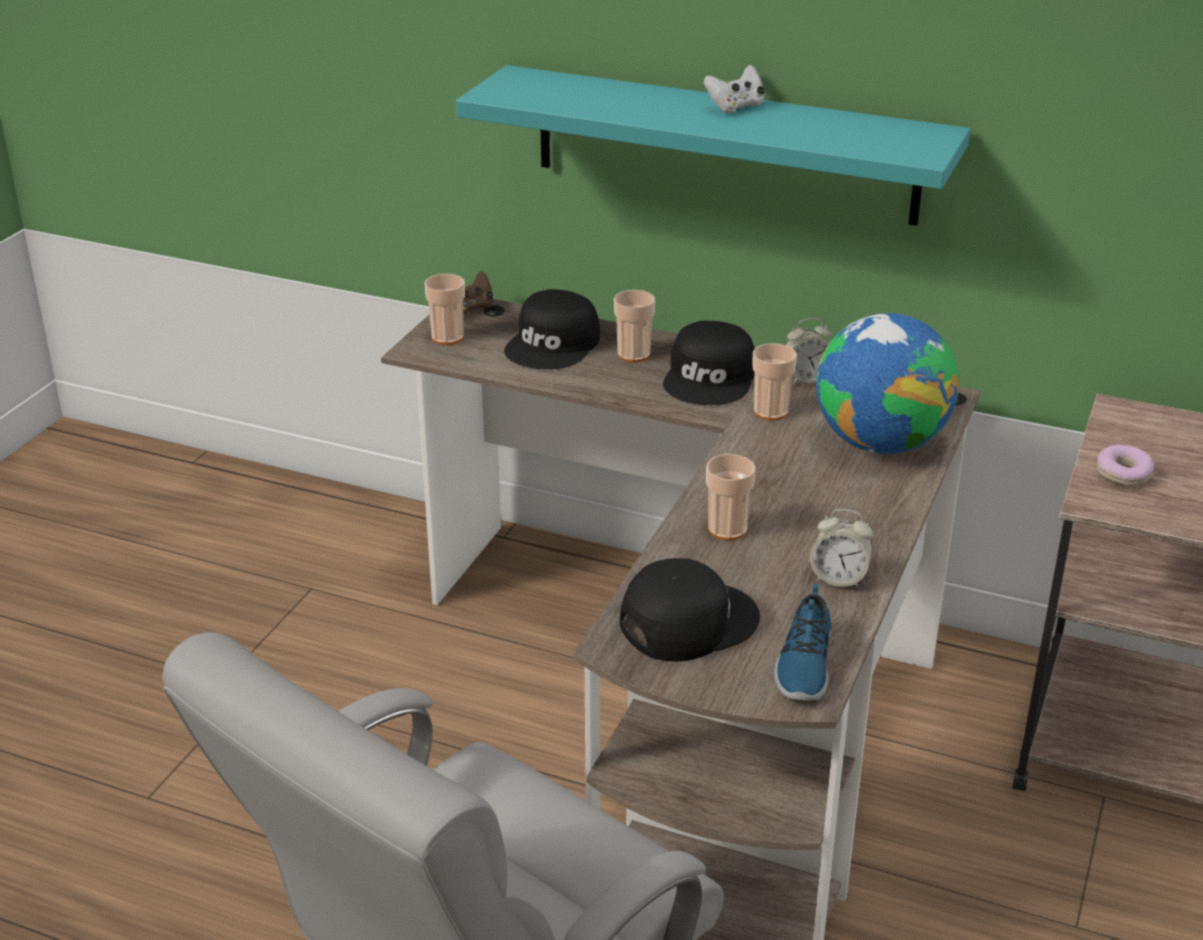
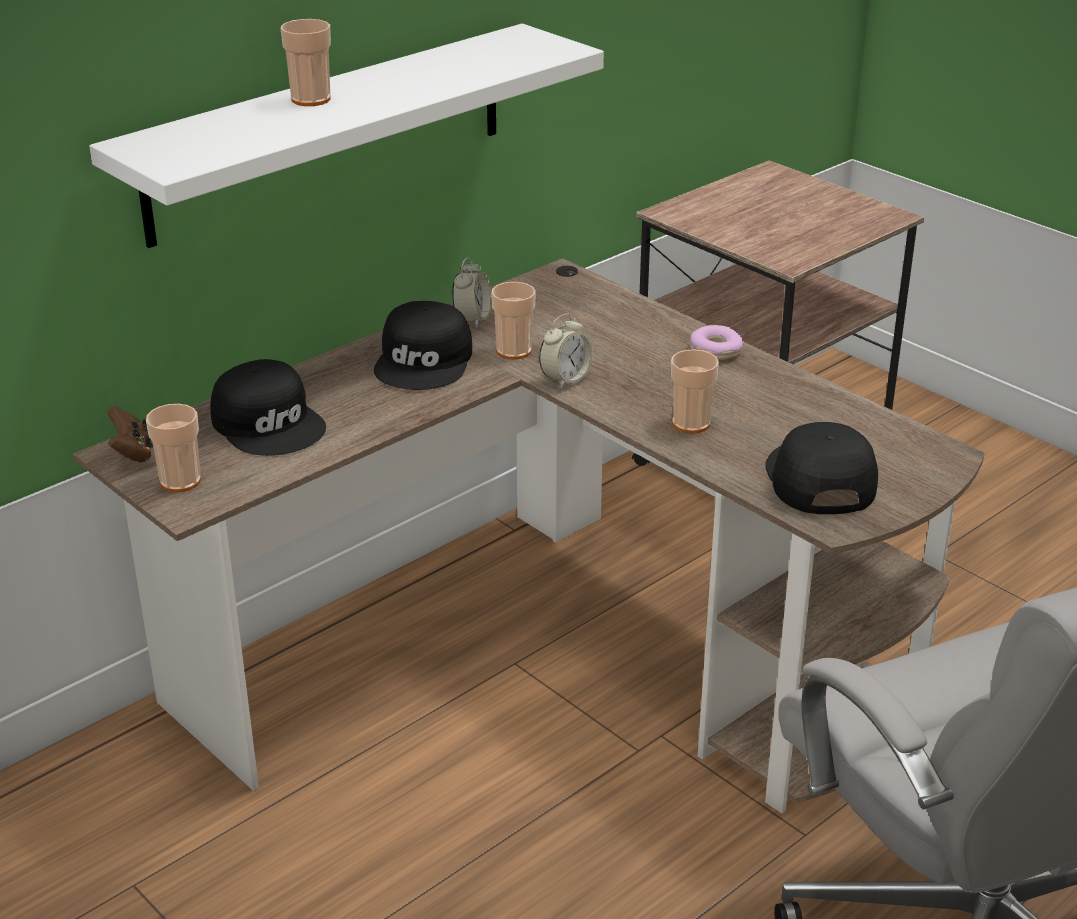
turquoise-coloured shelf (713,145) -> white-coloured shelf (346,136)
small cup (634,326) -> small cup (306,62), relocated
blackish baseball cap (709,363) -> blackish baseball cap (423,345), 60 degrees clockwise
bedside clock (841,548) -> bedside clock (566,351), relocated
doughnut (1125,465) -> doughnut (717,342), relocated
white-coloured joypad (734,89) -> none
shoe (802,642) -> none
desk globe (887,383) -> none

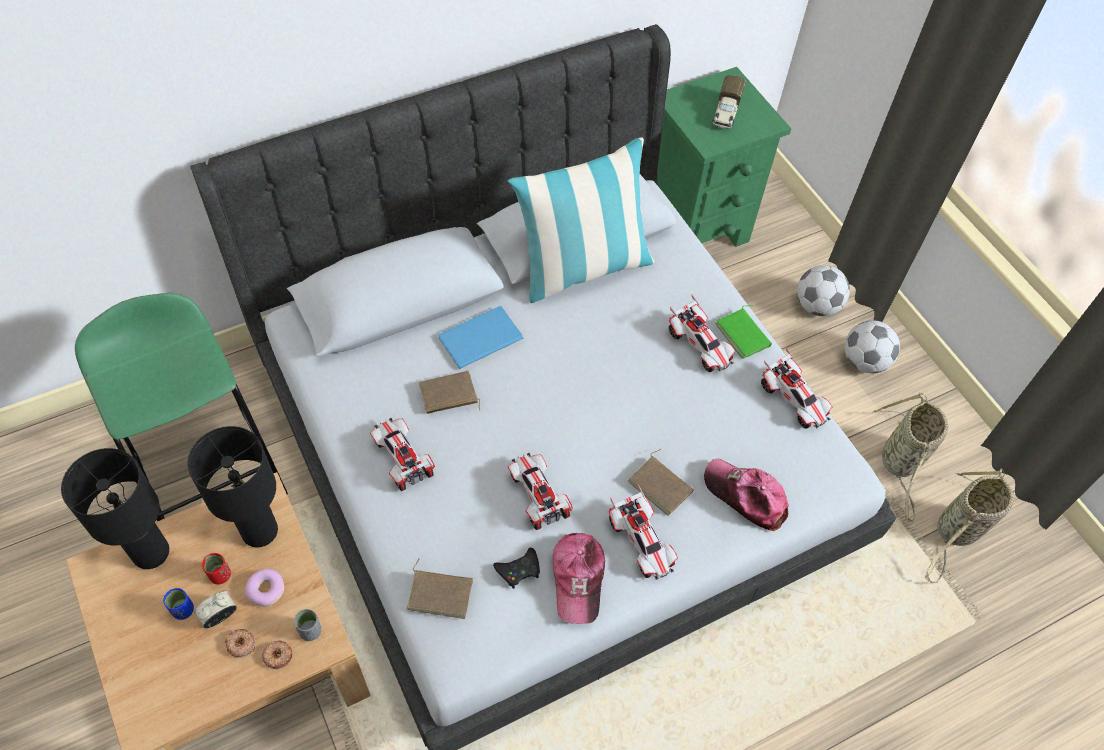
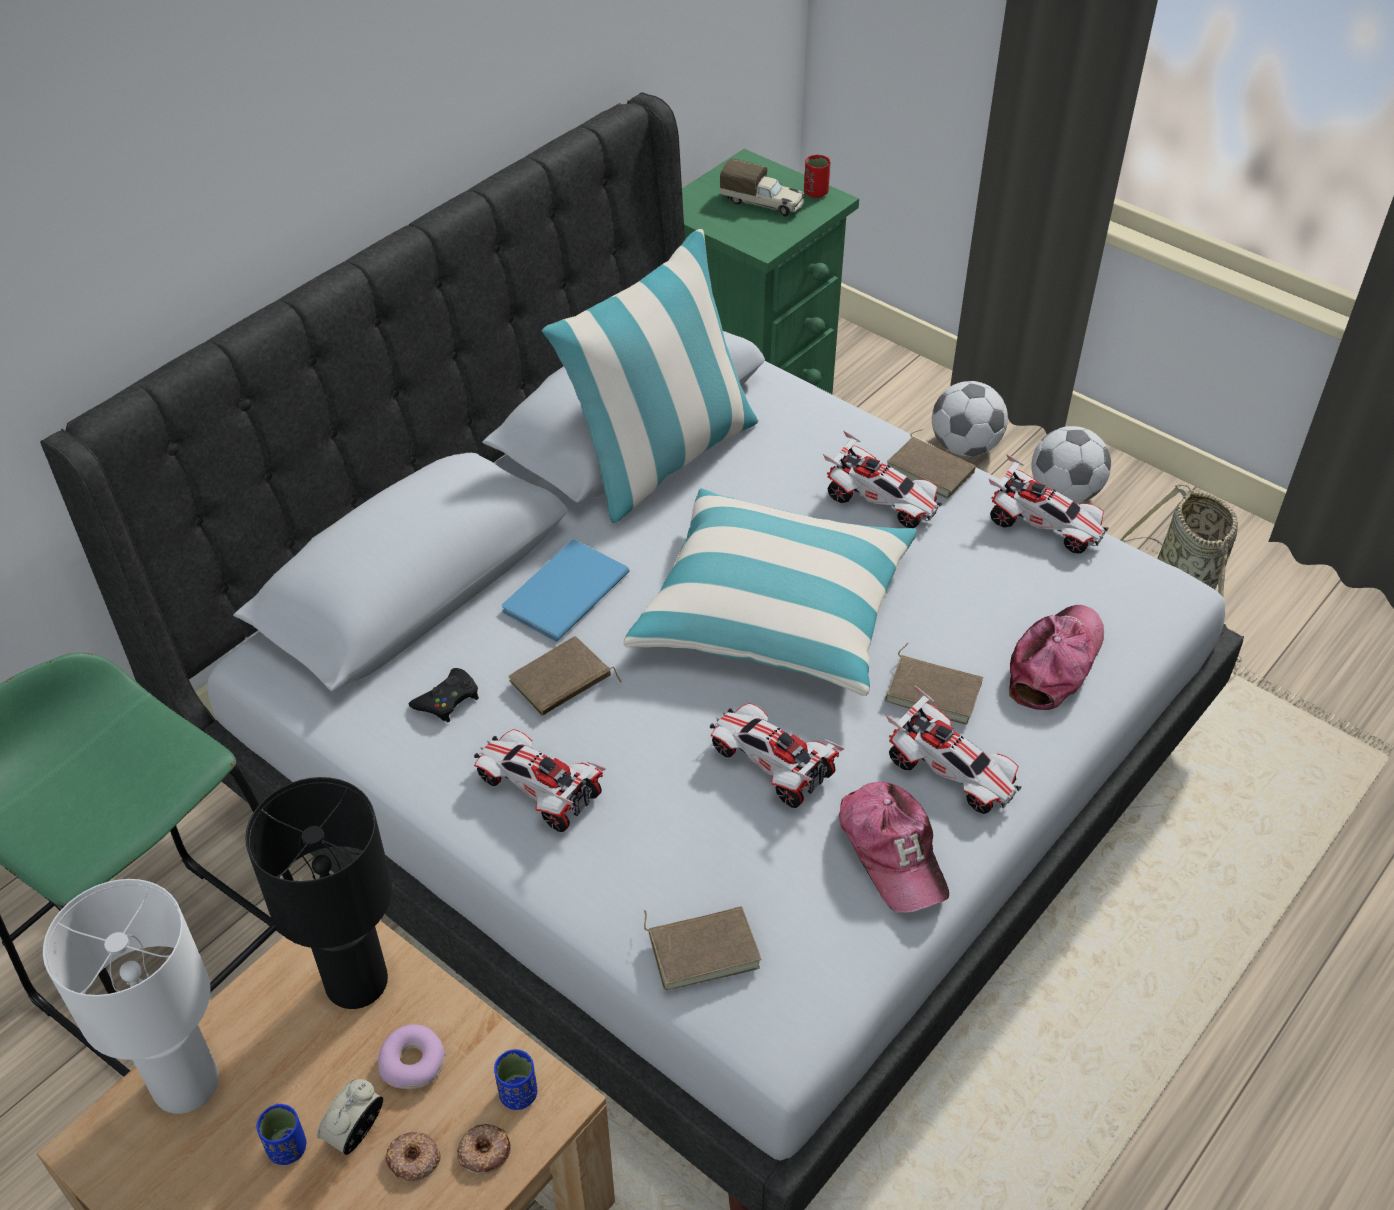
blackish table lamp (115,508) -> white-coloured table lamp (131,996)
blackish joypad (516,568) -> blackish joypad (444,695), relocated
grey small cup (308,625) -> blue-coloured small cup (515,1079)
none -> throw pillow (770,592)
model truck (729,102) -> model truck (762,187), 60 degrees counterclockwise
red small cup (216,568) -> red small cup (817,176), relocated
green-coloured book (743,332) -> brown book (931,464)
baseball cap (746,495) -> baseball cap (1056,657), 105 degrees clockwise
household basket (969,525) -> none

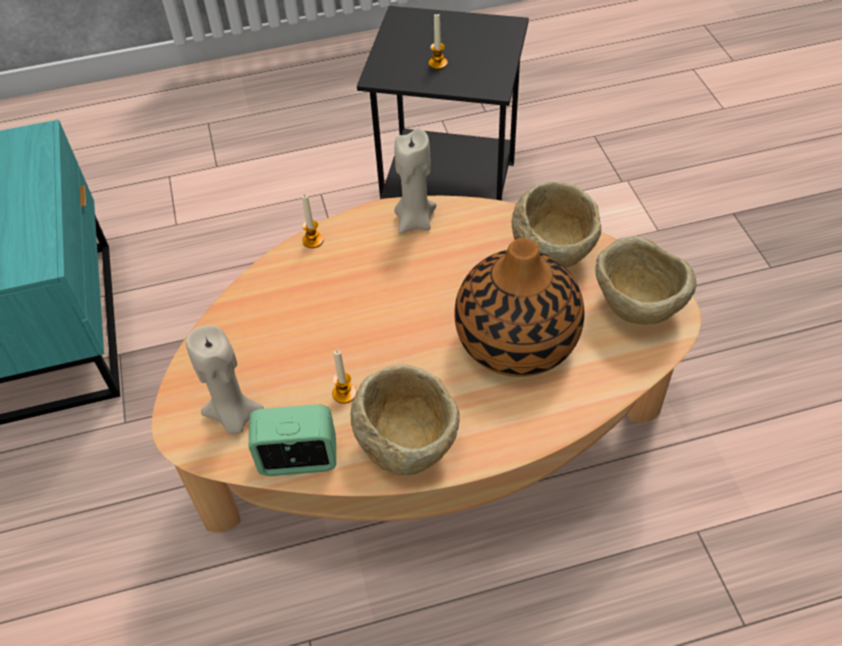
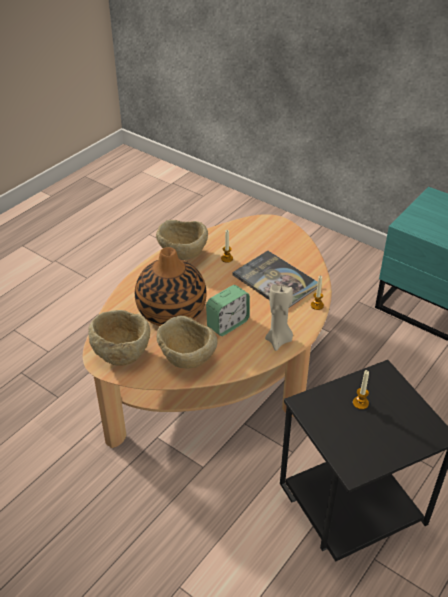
bedside clock (292,440) -> bedside clock (228,310), relocated
none -> book (275,279)
beige-coloured wax light (225,380) -> none

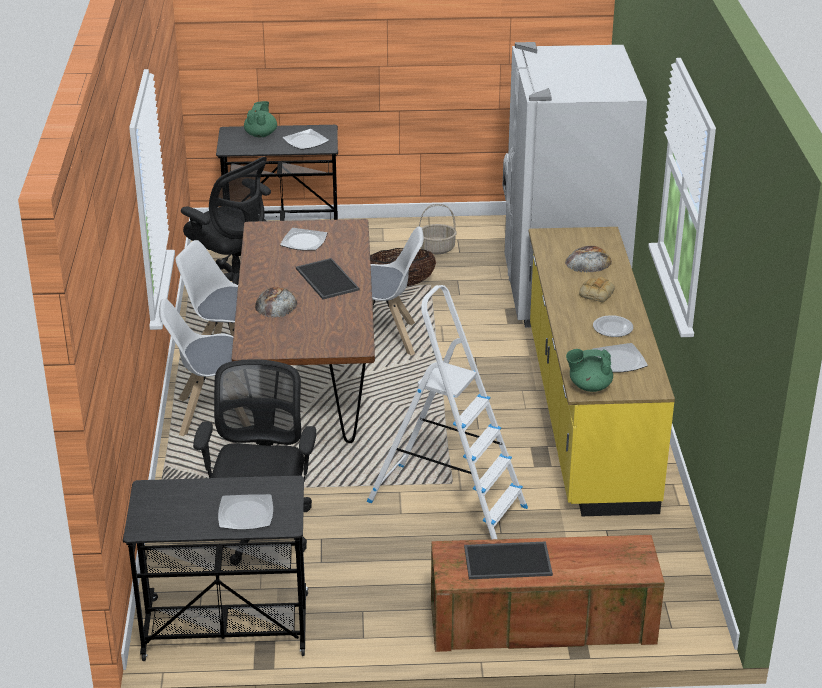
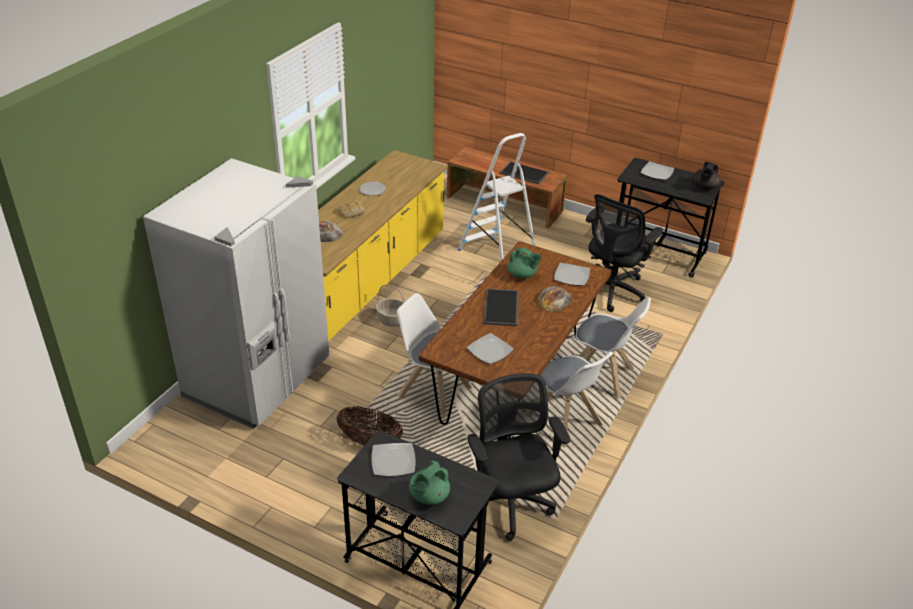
household basket (438,229) -> household basket (390,306), relocated
green-coloured teapot (589,370) -> green-coloured teapot (524,263), relocated
plate (620,358) -> plate (572,274), relocated
none -> blackish teapot (706,176)

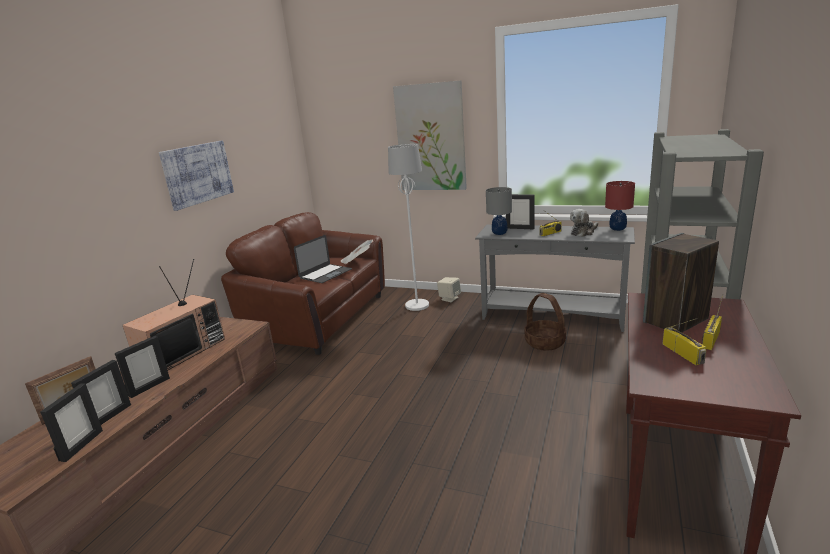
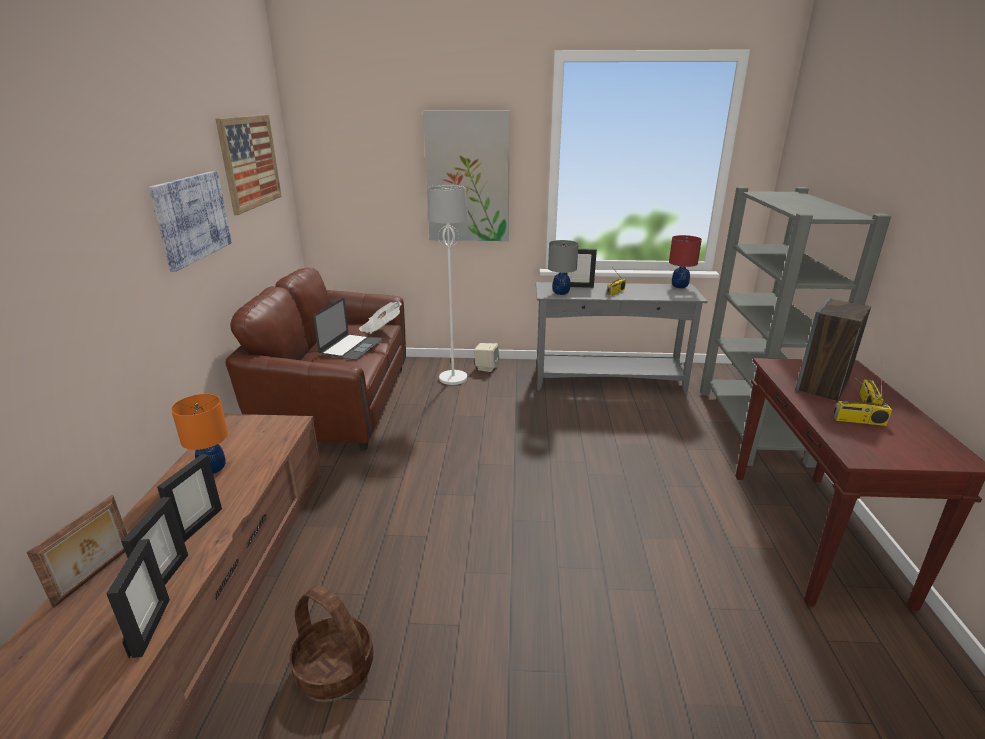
TV (174,314) -> orange table lamp (199,434)
none -> wall picture (248,164)
household basket (545,322) -> household basket (332,642), relocated
radio (684,341) -> radio (862,401), 135 degrees clockwise
soft toy (584,223) -> none

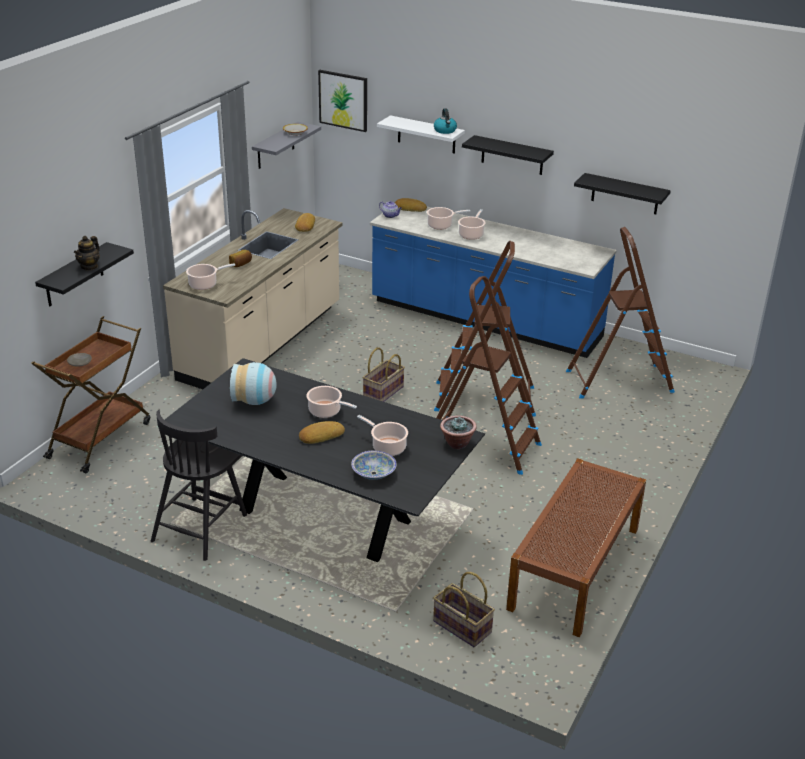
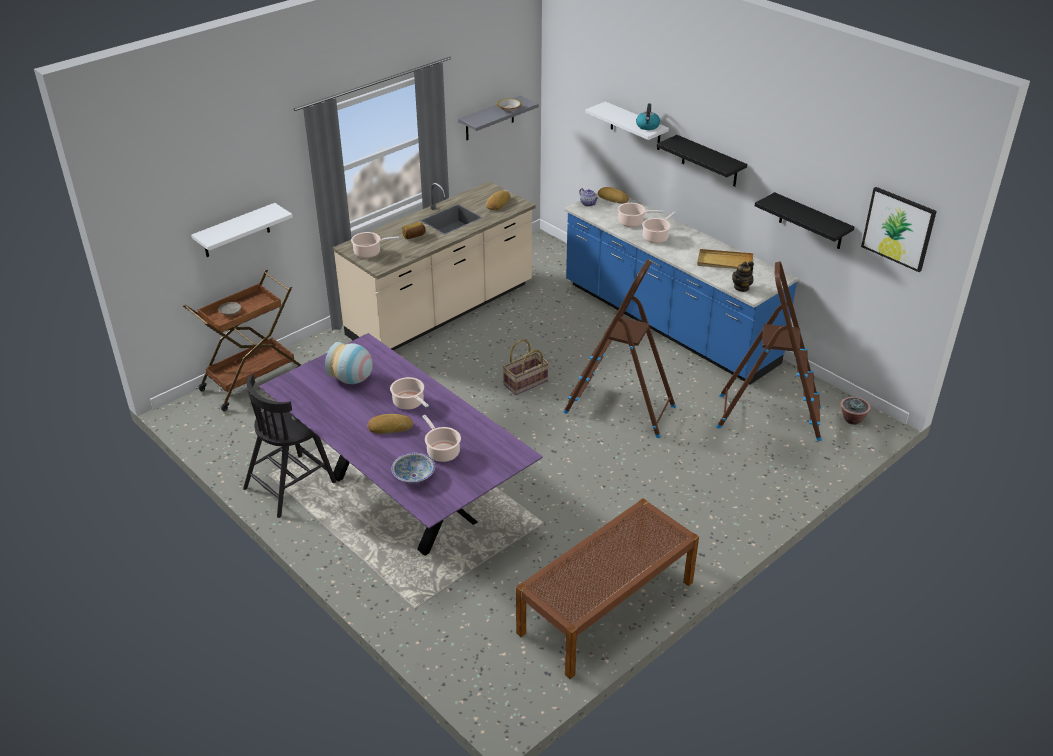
blackish shelf (84,274) -> white-coloured shelf (242,230)
blackish dining table (325,460) -> purple-coloured dining table (401,444)
none -> beige-coloured serving tray (725,259)
teapot (87,253) -> teapot (743,276), relocated
houseplant (458,432) -> houseplant (855,411), relocated
wall picture (342,101) -> wall picture (899,229), relocated
household basket (464,609) -> none
brown stepladder (489,375) -> none

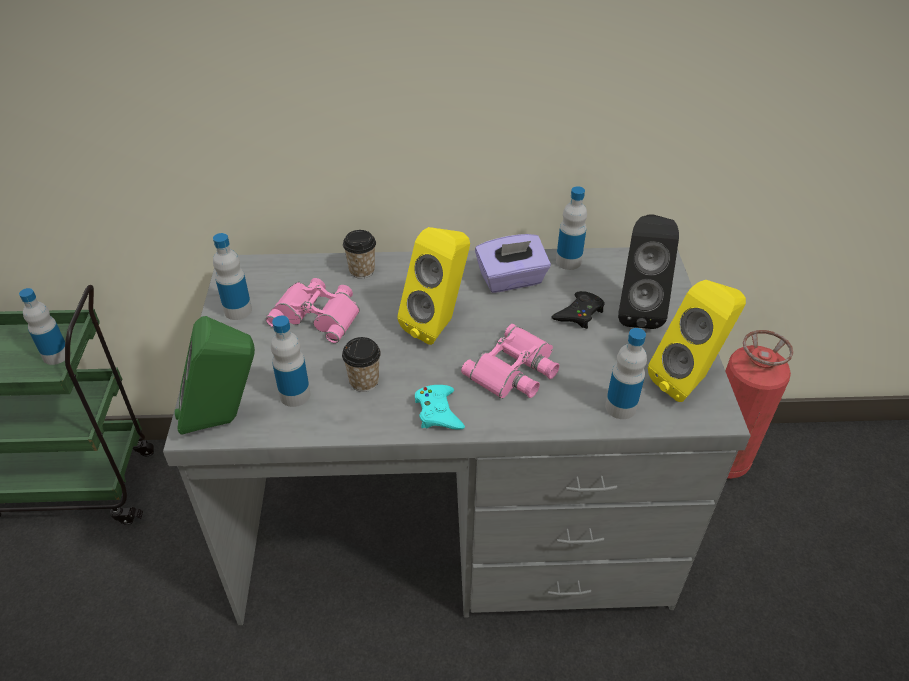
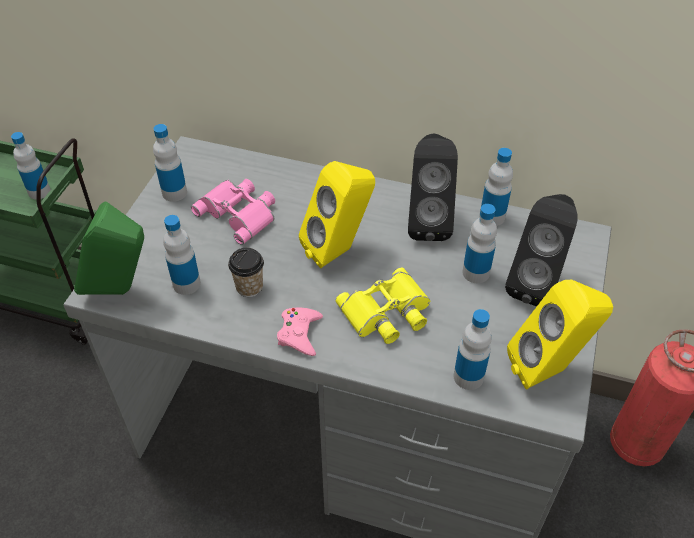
turquoise-coloured joypad (440,407) -> pink joypad (300,332)
pink field glasses (510,361) -> yellowish field glasses (383,305)
purple-coloured tissue box (513,263) -> blackish speaker (433,187)
blackish joypad (578,310) -> bottle (479,243)
small cup (359,254) -> none

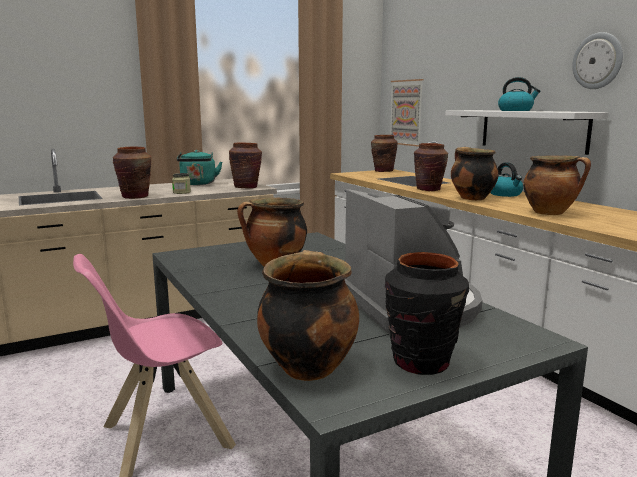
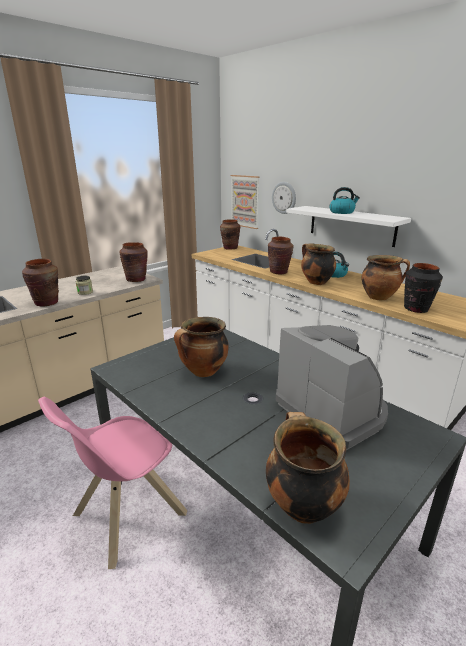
clock on the wall (597,60) -> clock on the wall (284,198), relocated
blackish decorative vase (427,313) -> blackish decorative vase (423,288), relocated
turquoise-coloured kettle (199,167) -> none

